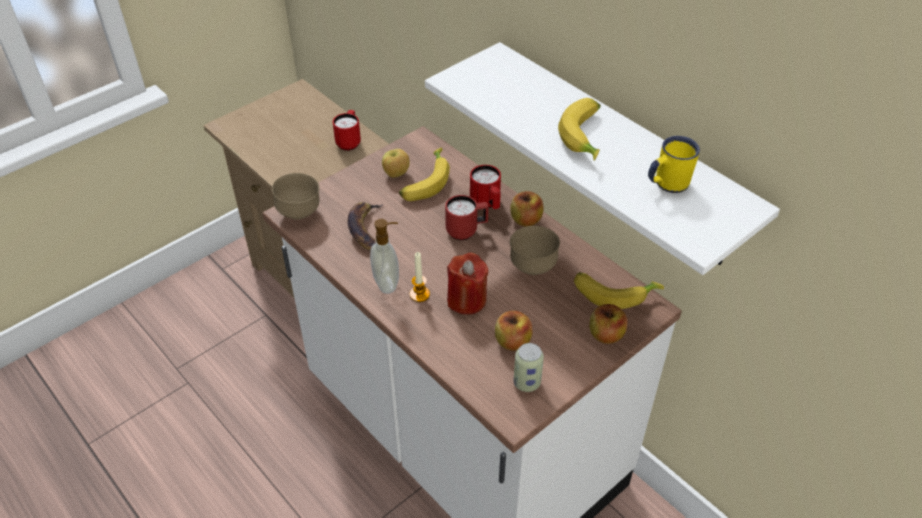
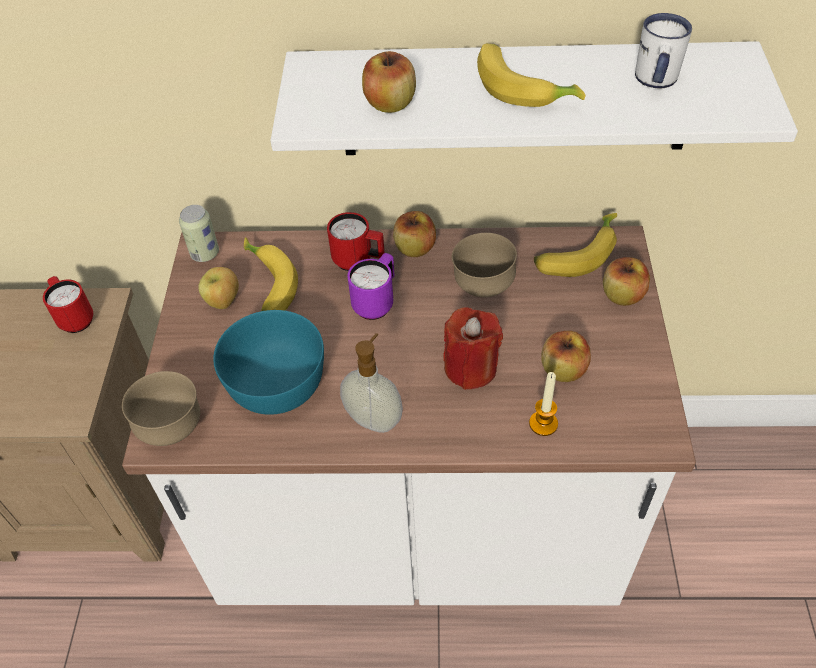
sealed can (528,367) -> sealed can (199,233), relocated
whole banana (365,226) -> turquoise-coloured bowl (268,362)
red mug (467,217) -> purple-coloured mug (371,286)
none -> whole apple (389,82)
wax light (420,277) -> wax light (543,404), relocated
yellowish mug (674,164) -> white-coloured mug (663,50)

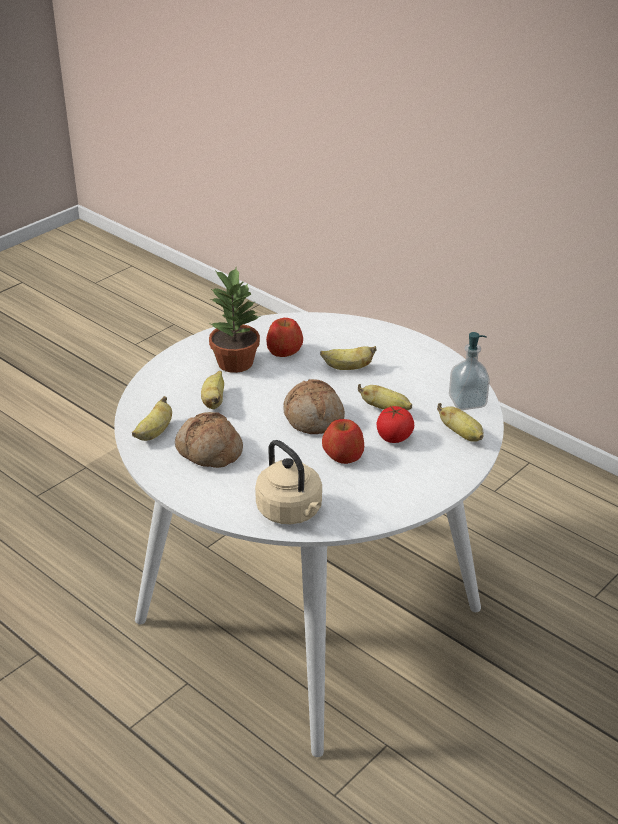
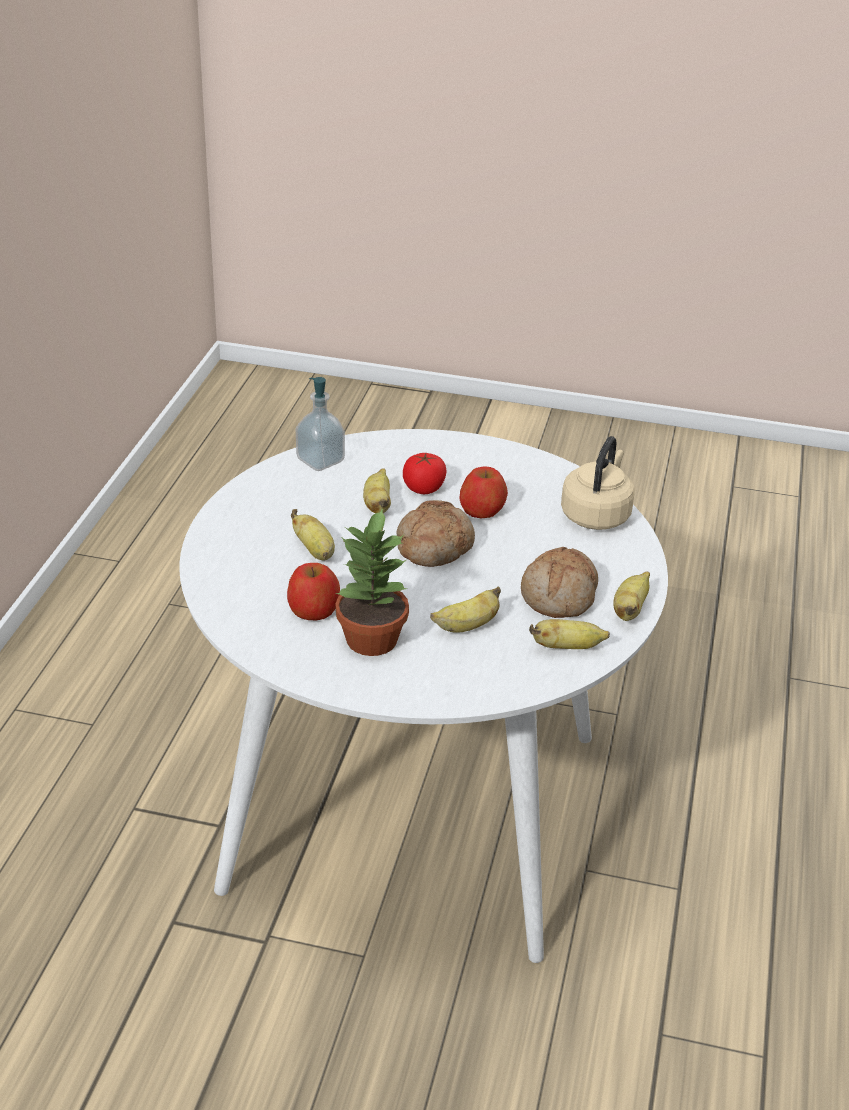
whole banana (460,422) -> whole banana (631,596), relocated

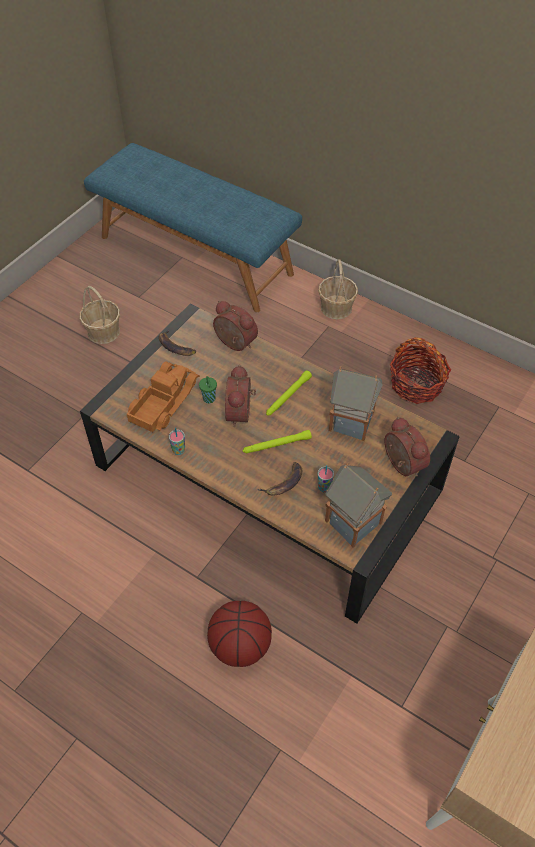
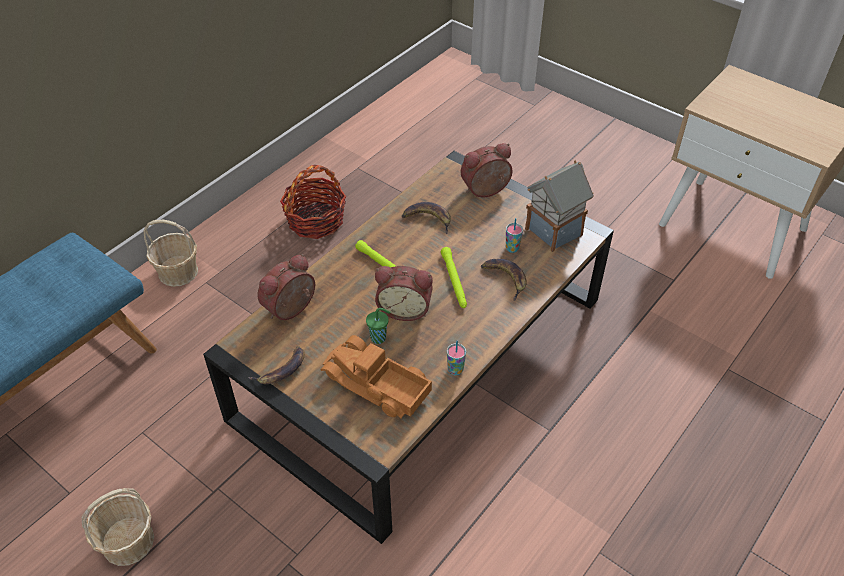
miniature house (356,404) -> whole banana (426,218)
basketball ball (239,634) -> none

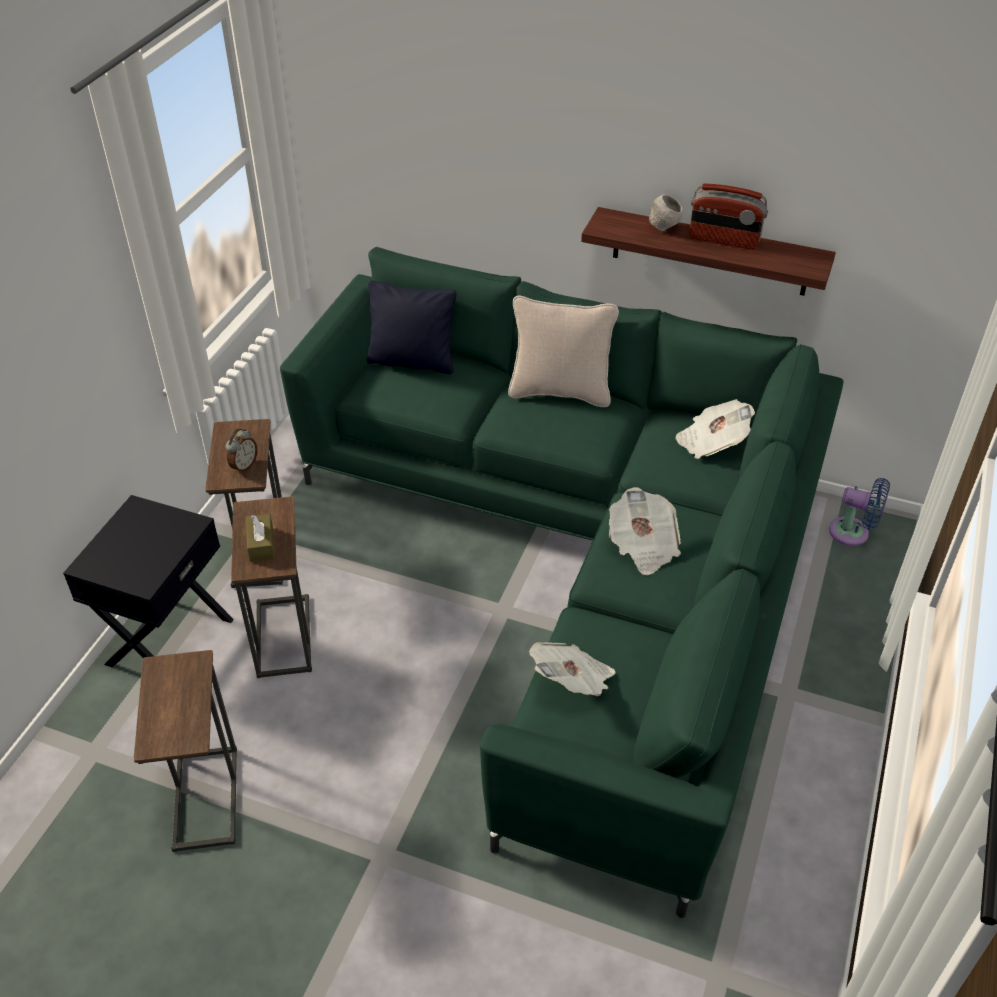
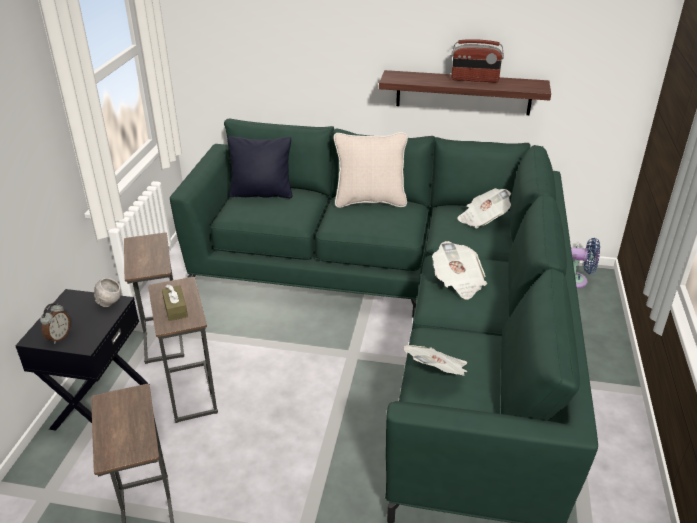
bedside clock (242,451) -> bedside clock (55,324), relocated
grey bowl (666,212) -> grey bowl (107,292), relocated

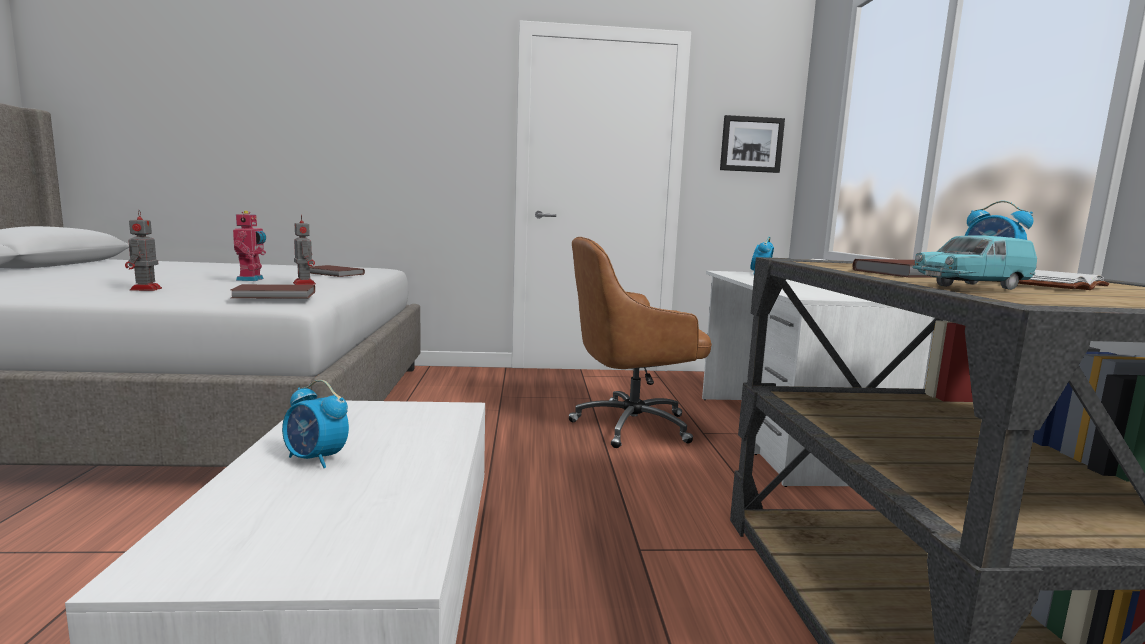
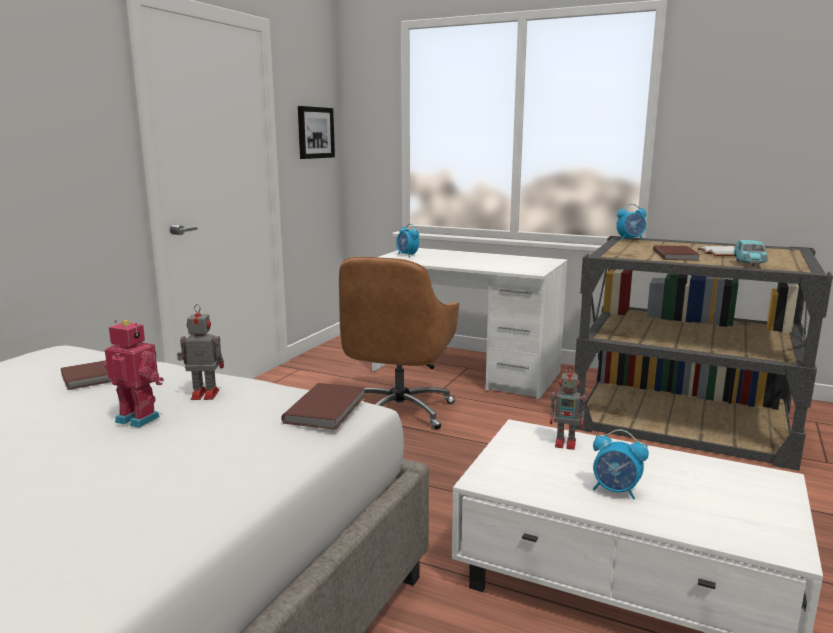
model robot (143,250) -> model robot (569,408), relocated
bedside clock (315,424) -> bedside clock (621,464), 60 degrees clockwise

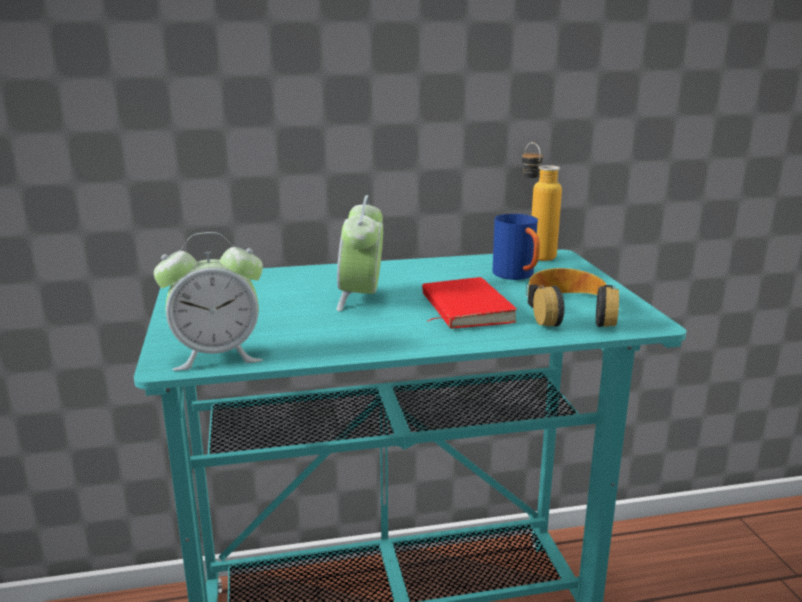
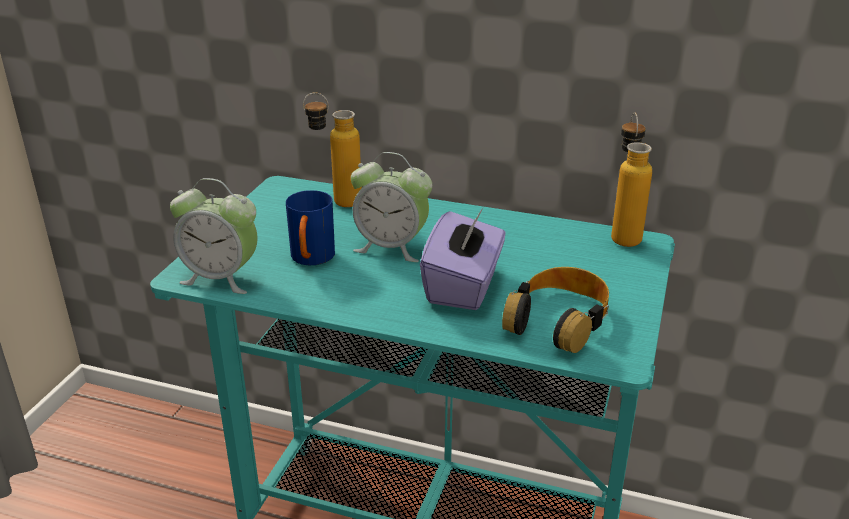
blue-coloured mug (516,247) -> blue-coloured mug (310,227), relocated
none -> bottle (332,150)
bedside clock (360,253) -> bedside clock (391,207), 105 degrees counterclockwise
red book (469,303) -> purple-coloured tissue box (462,259)

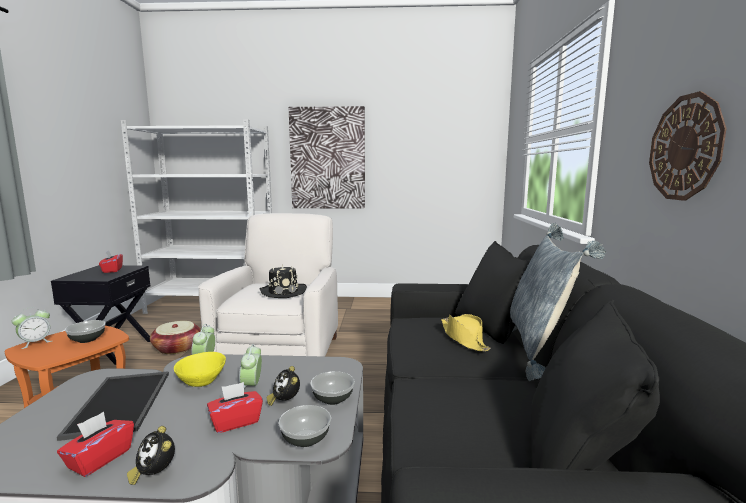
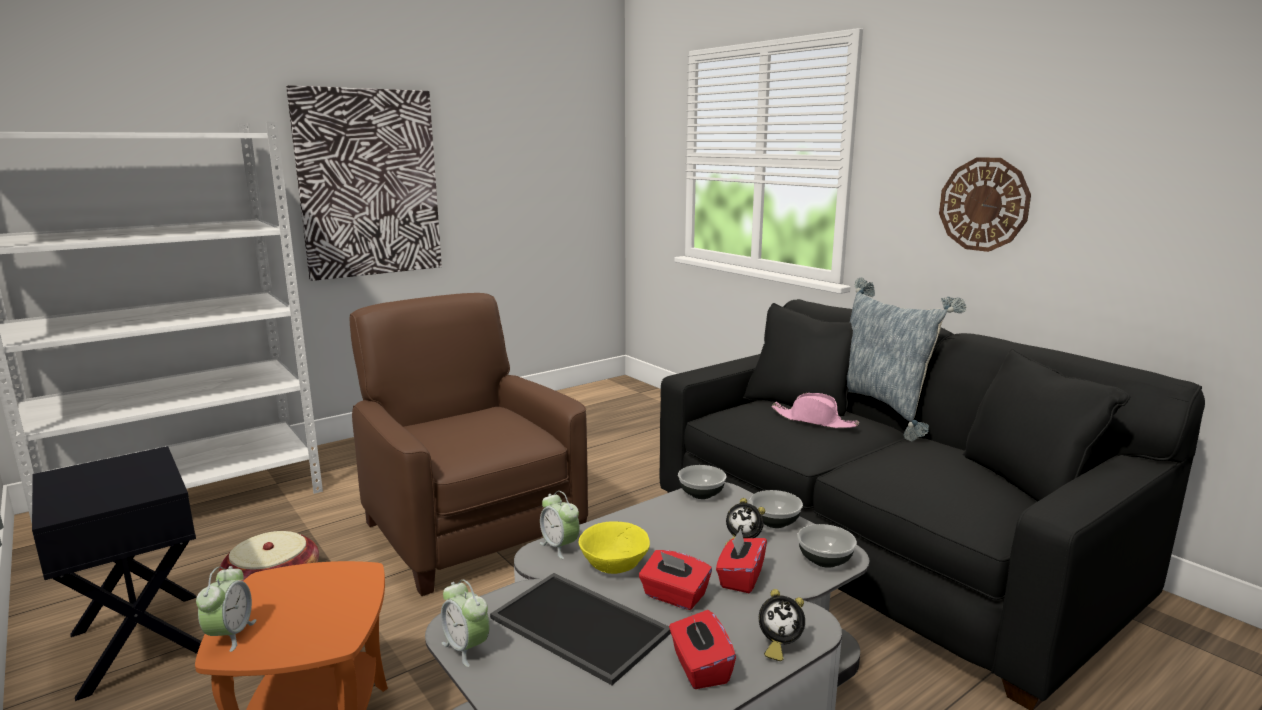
white-coloured easy chair (268,285) -> brown easy chair (469,444)
bedside clock (250,366) -> bedside clock (465,623), relocated
red tissue box (111,261) -> red tissue box (675,580), relocated
bowl (85,331) -> bowl (702,482), relocated
yellowish wearable hat (465,332) -> pink wearable hat (815,410)
blackish wearable hat (283,281) -> none

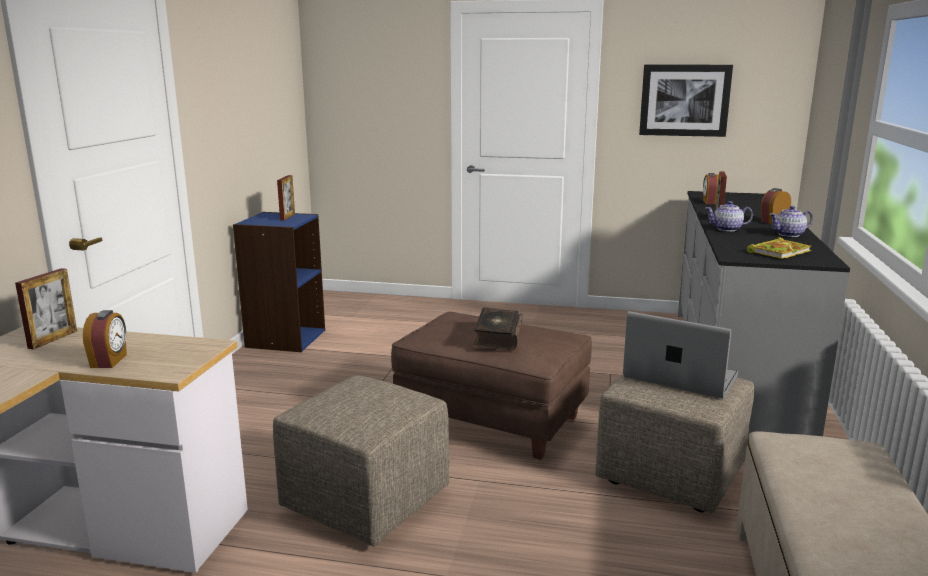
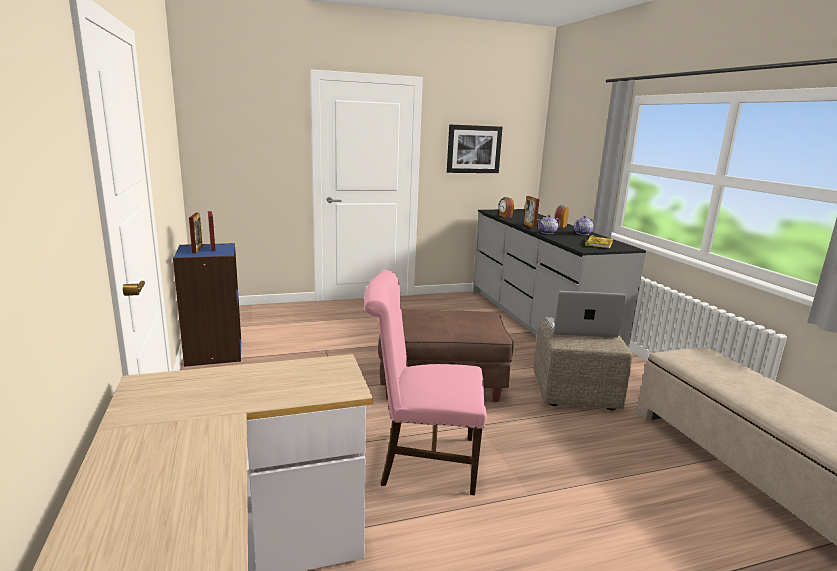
photo frame (46,309) -> photo frame (196,233), relocated
beige-coloured ottoman (361,461) -> pink upright chair (425,382)
bedside clock (105,339) -> none
book (498,328) -> none

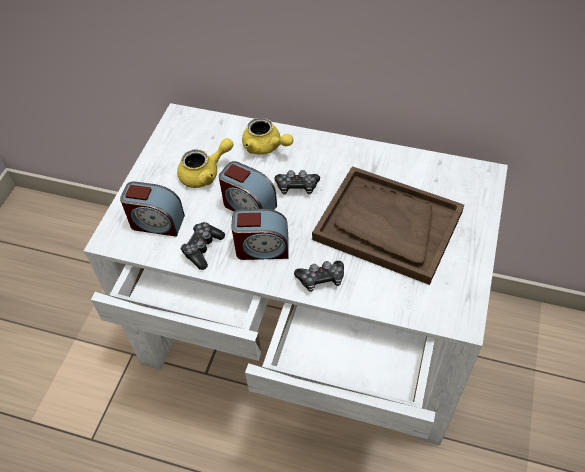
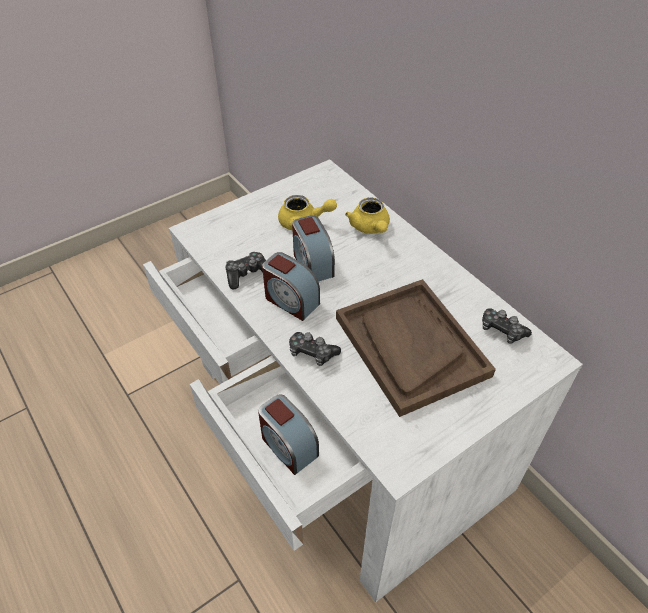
bedside clock (152,209) -> bedside clock (288,434), relocated
joypad (297,182) -> joypad (507,326), relocated

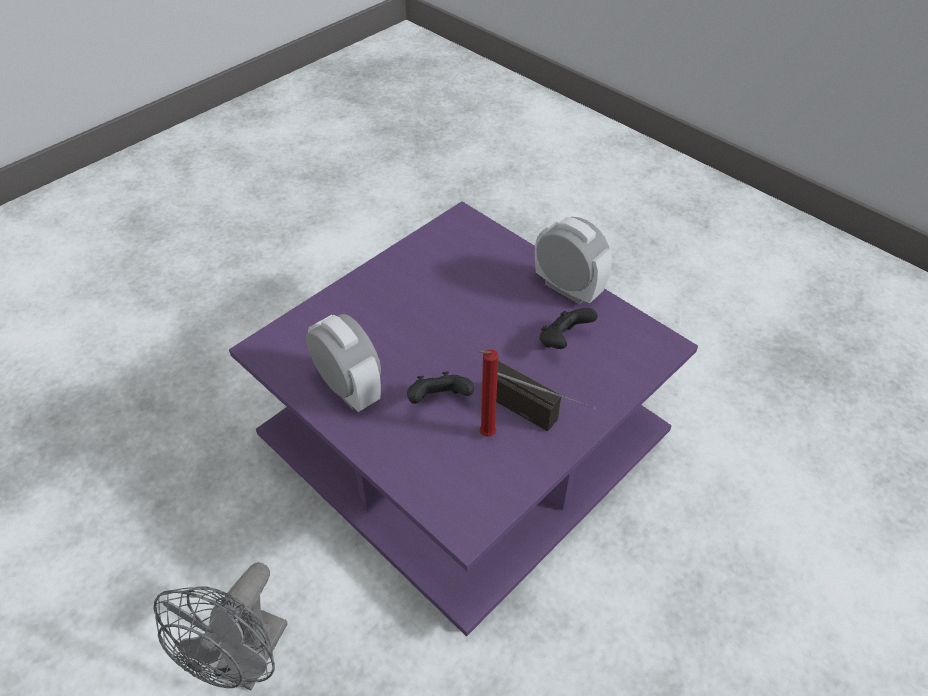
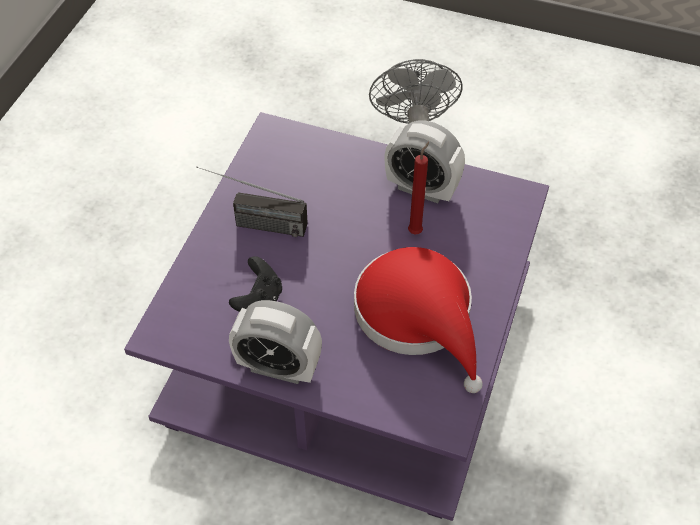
none -> red wearable hat (418,320)
red wax light (488,393) -> red wax light (418,188), relocated
blackish joypad (440,387) -> none

